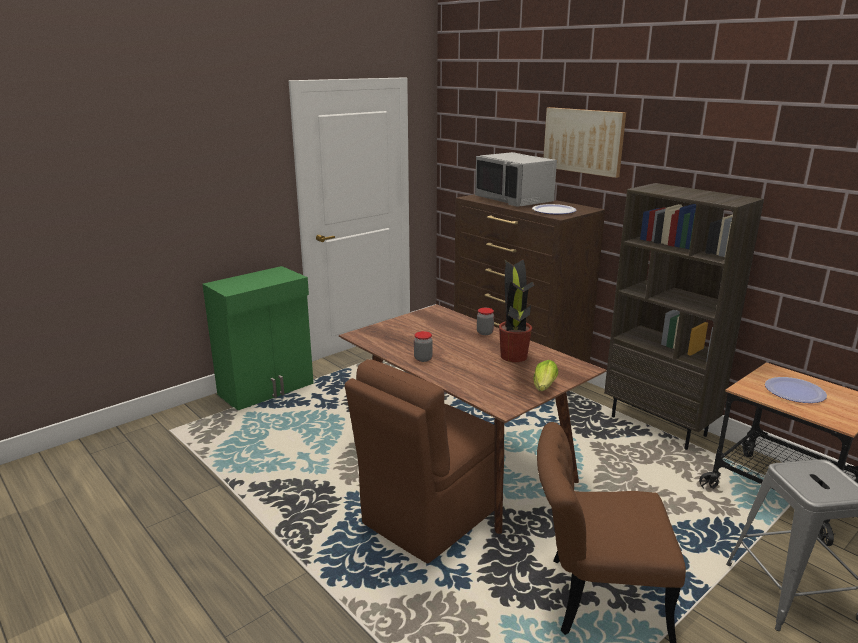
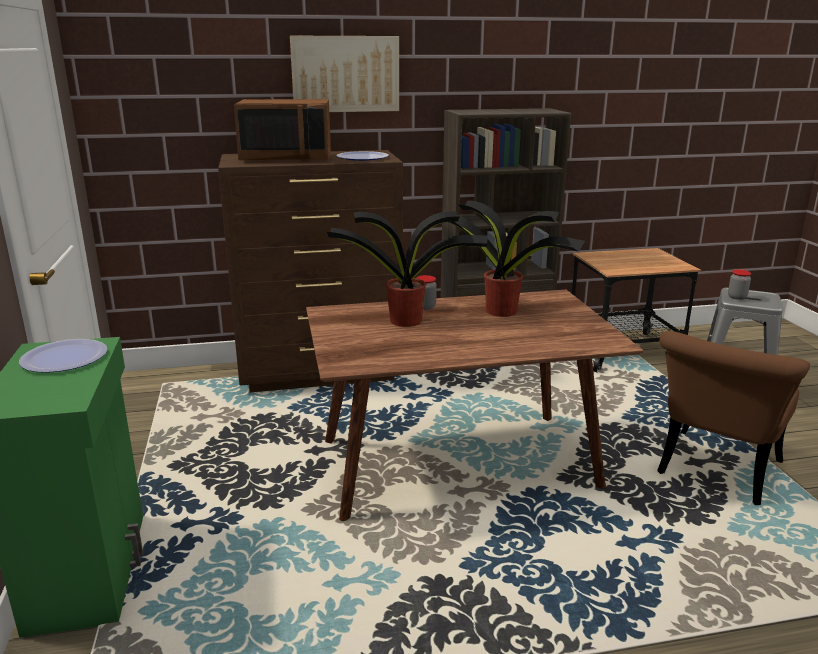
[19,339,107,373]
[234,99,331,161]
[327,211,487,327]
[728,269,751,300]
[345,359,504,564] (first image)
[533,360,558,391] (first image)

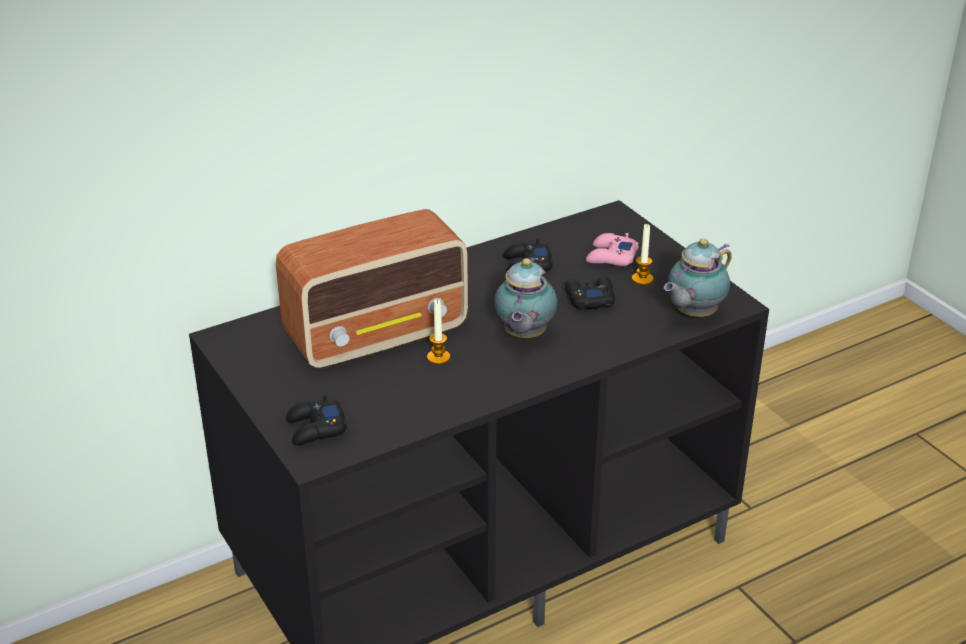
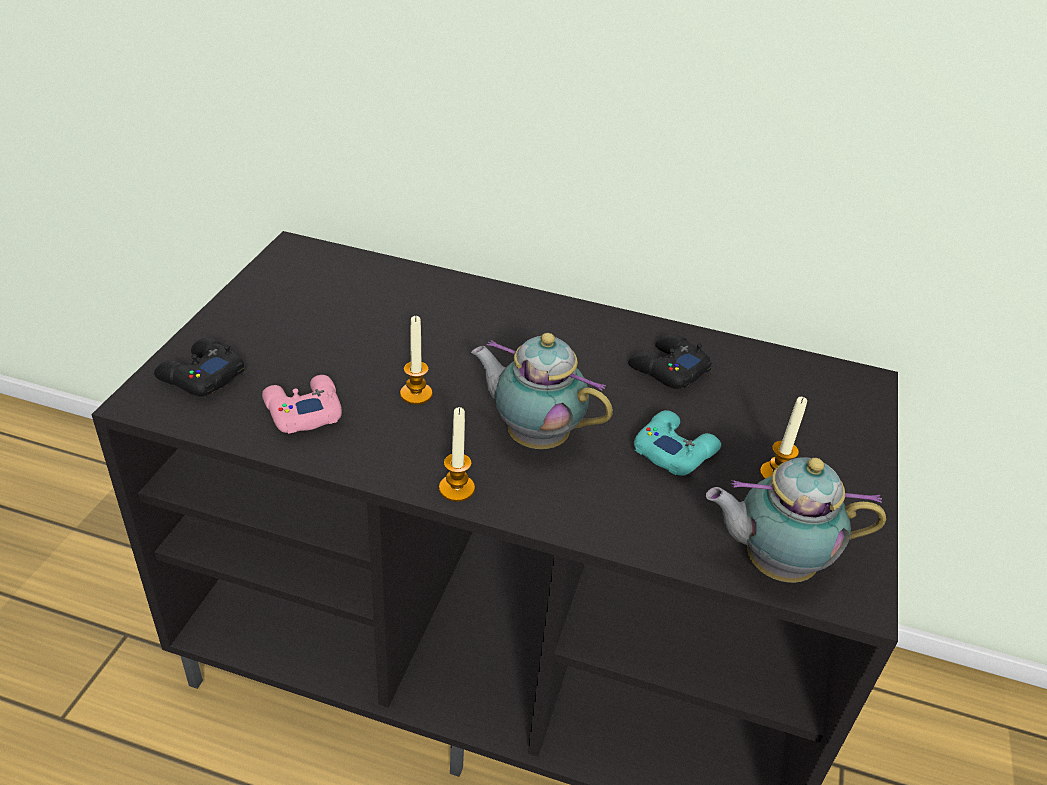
[262,375,342,434]
[439,407,475,502]
[471,333,613,449]
[634,410,721,476]
[276,209,468,369] (first image)

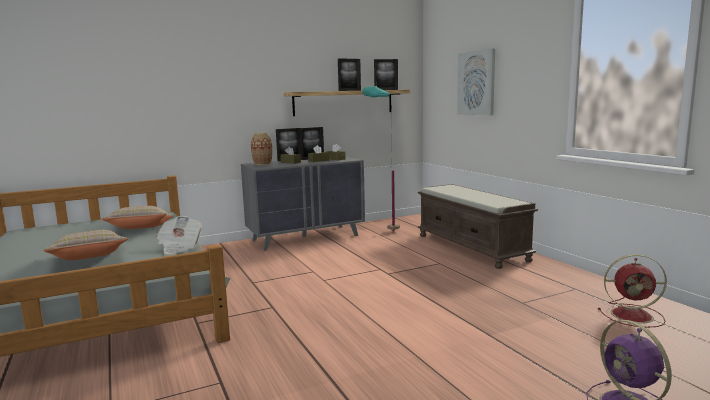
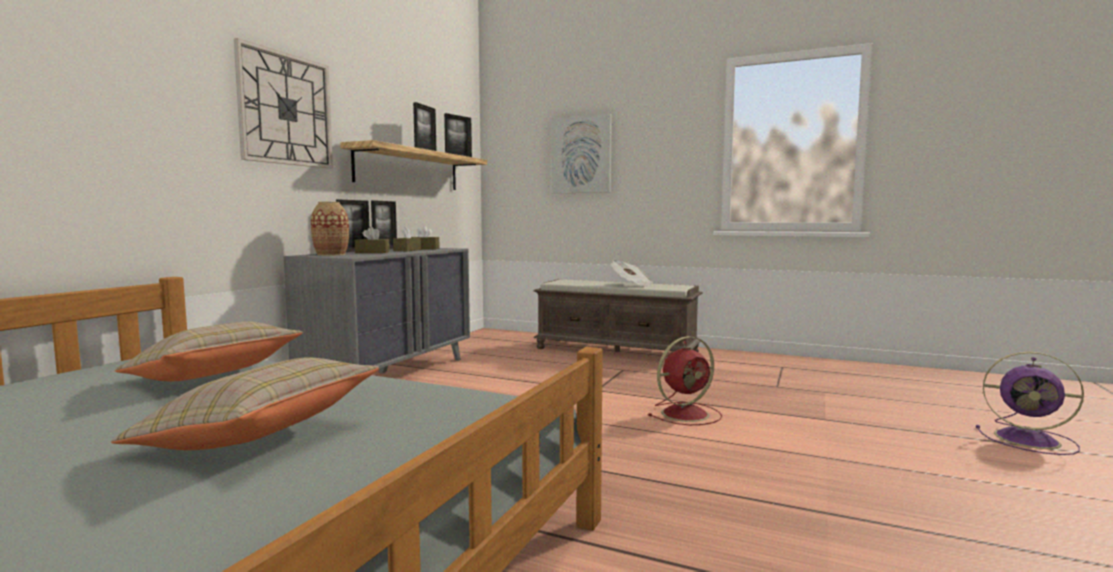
[234,38,333,169]
[610,260,653,288]
[648,336,722,425]
[362,86,400,232] (first image)

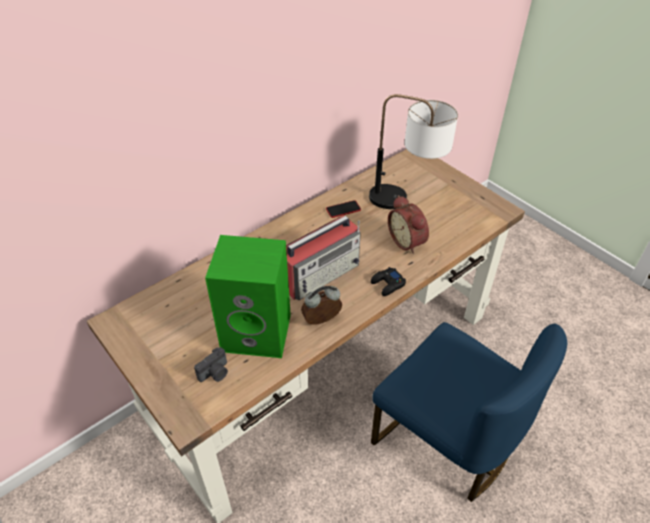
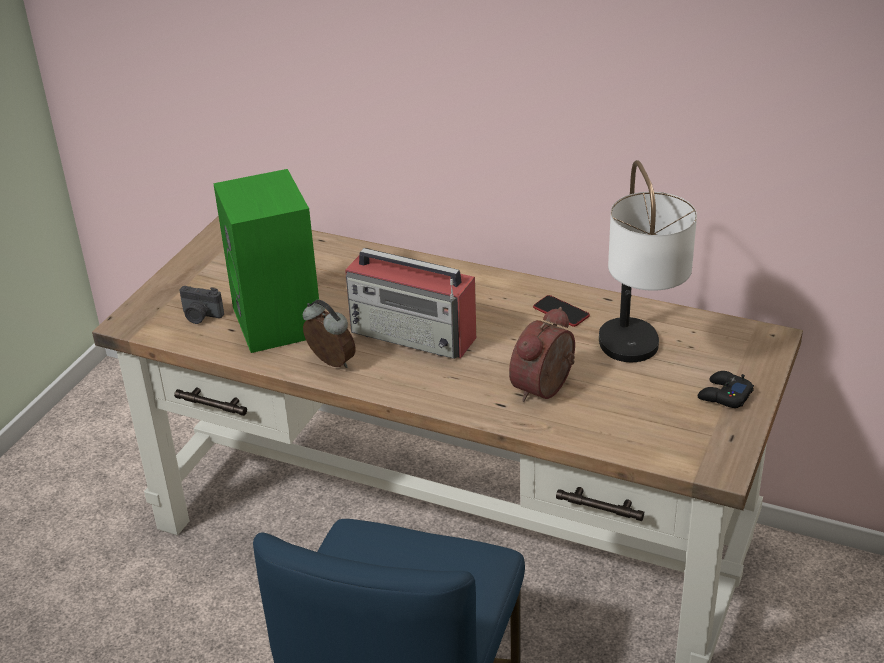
[697,371,754,408]

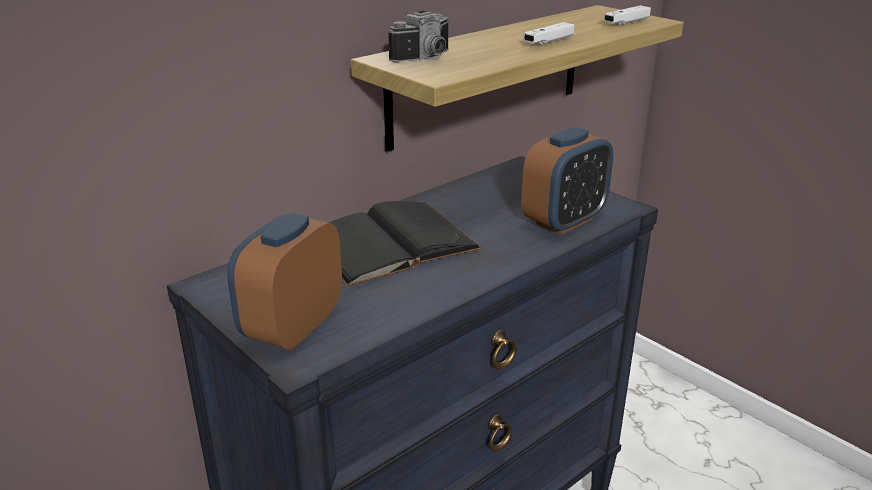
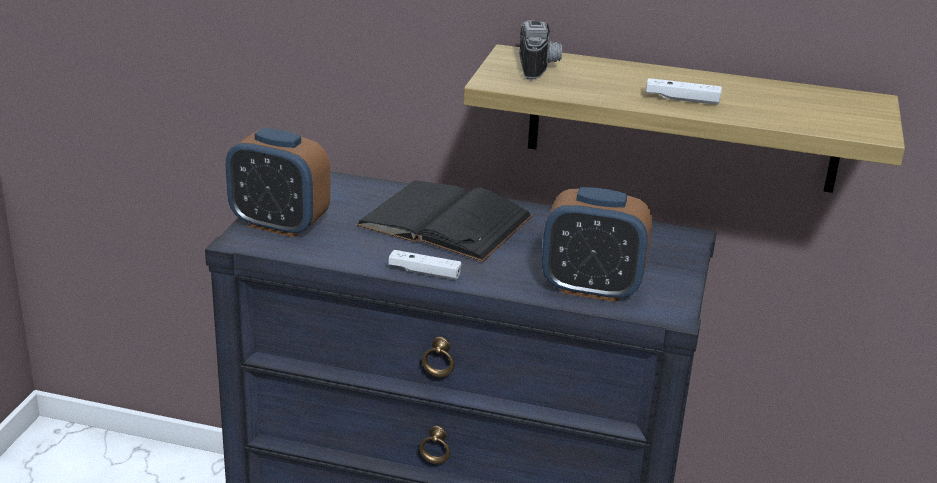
[226,128,330,237]
[388,250,461,280]
[519,20,562,79]

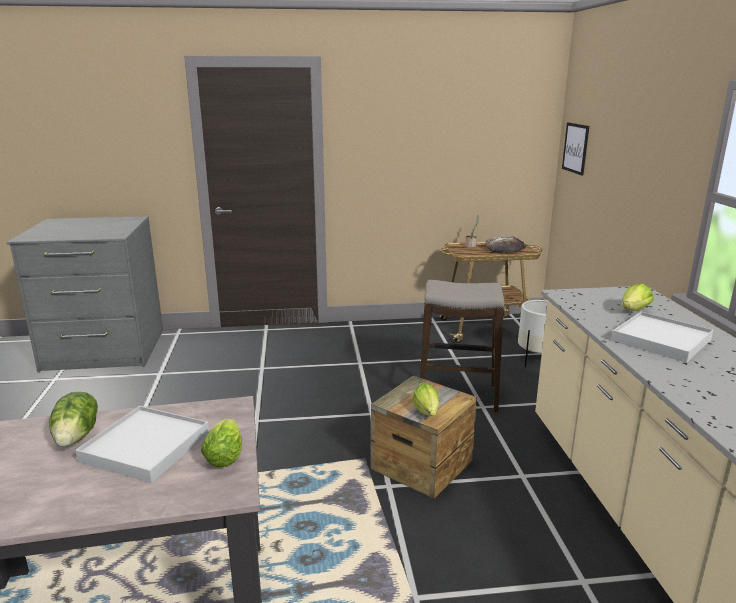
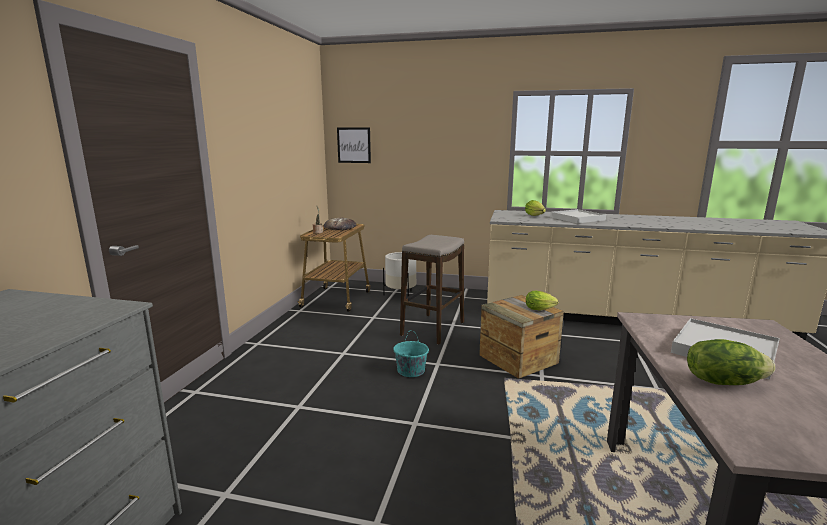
[393,330,429,377]
[201,419,242,467] (first image)

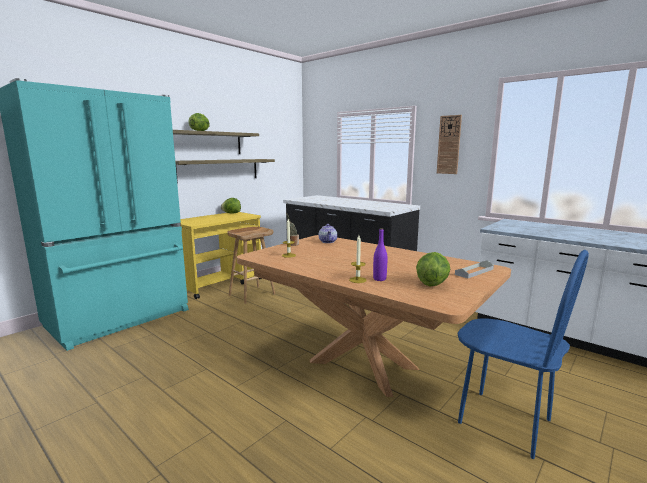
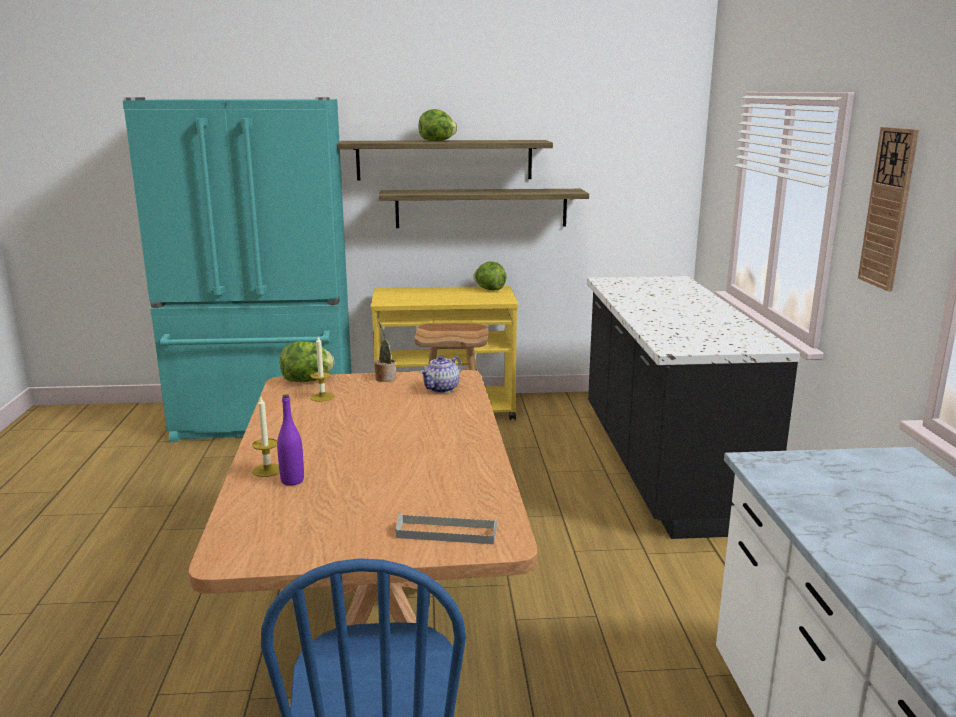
[280,341,334,382]

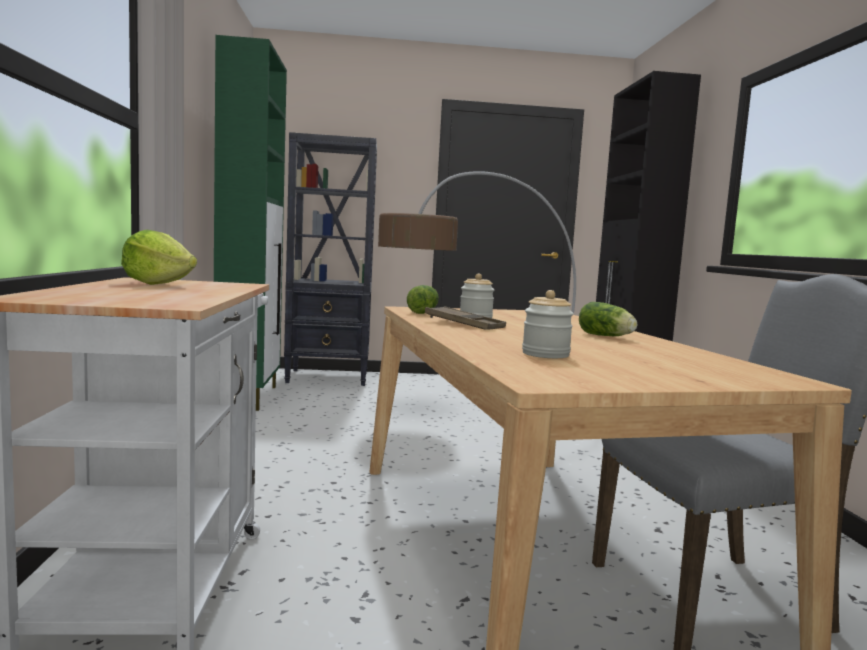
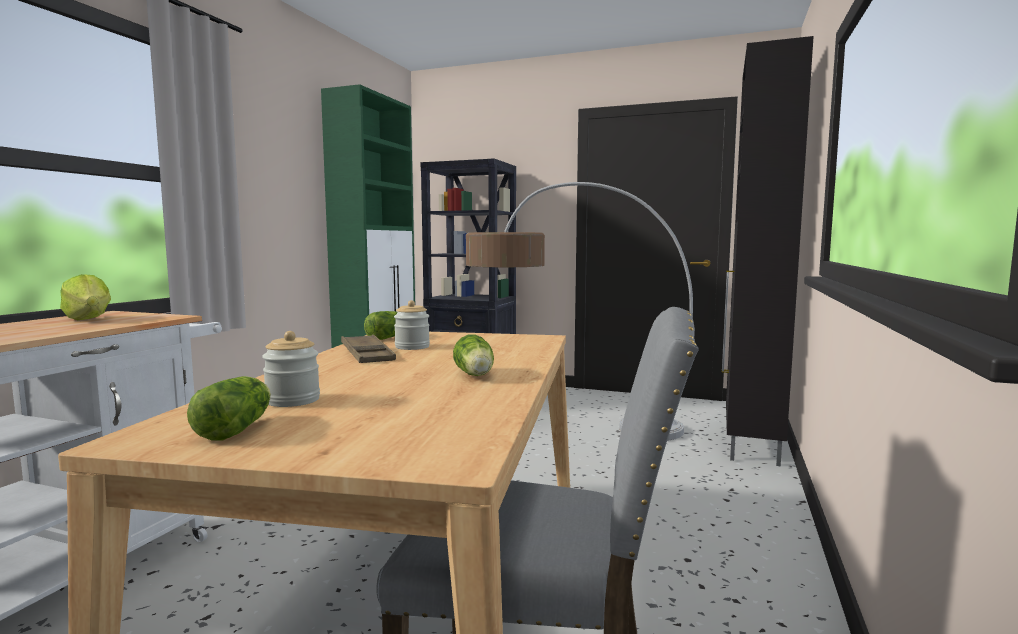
[187,376,271,441]

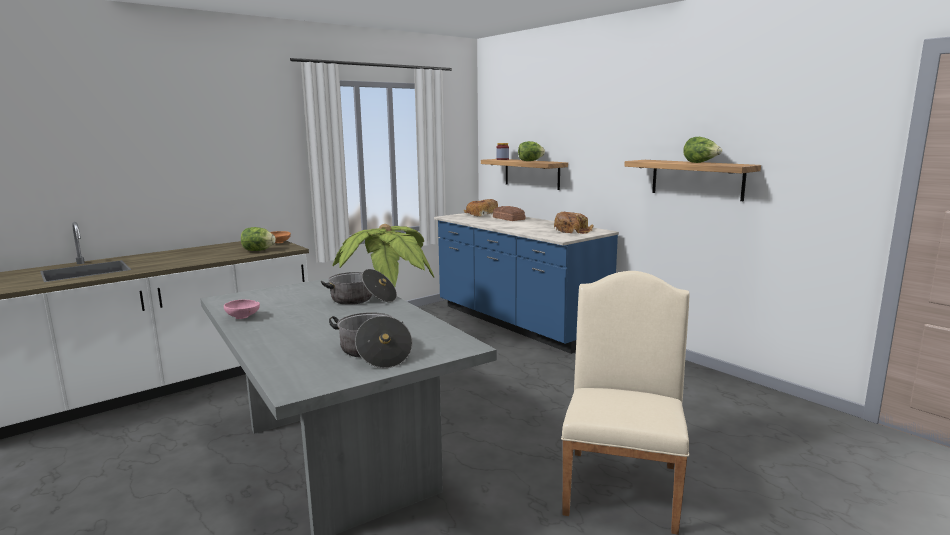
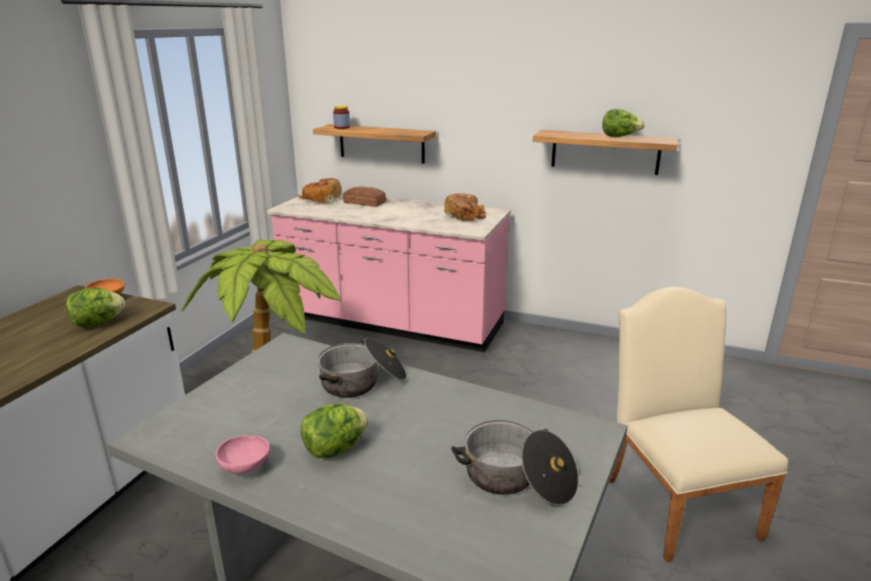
[267,192,511,353]
[300,403,368,458]

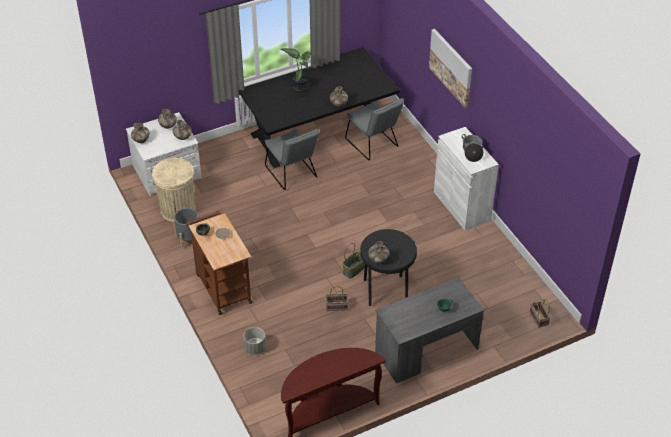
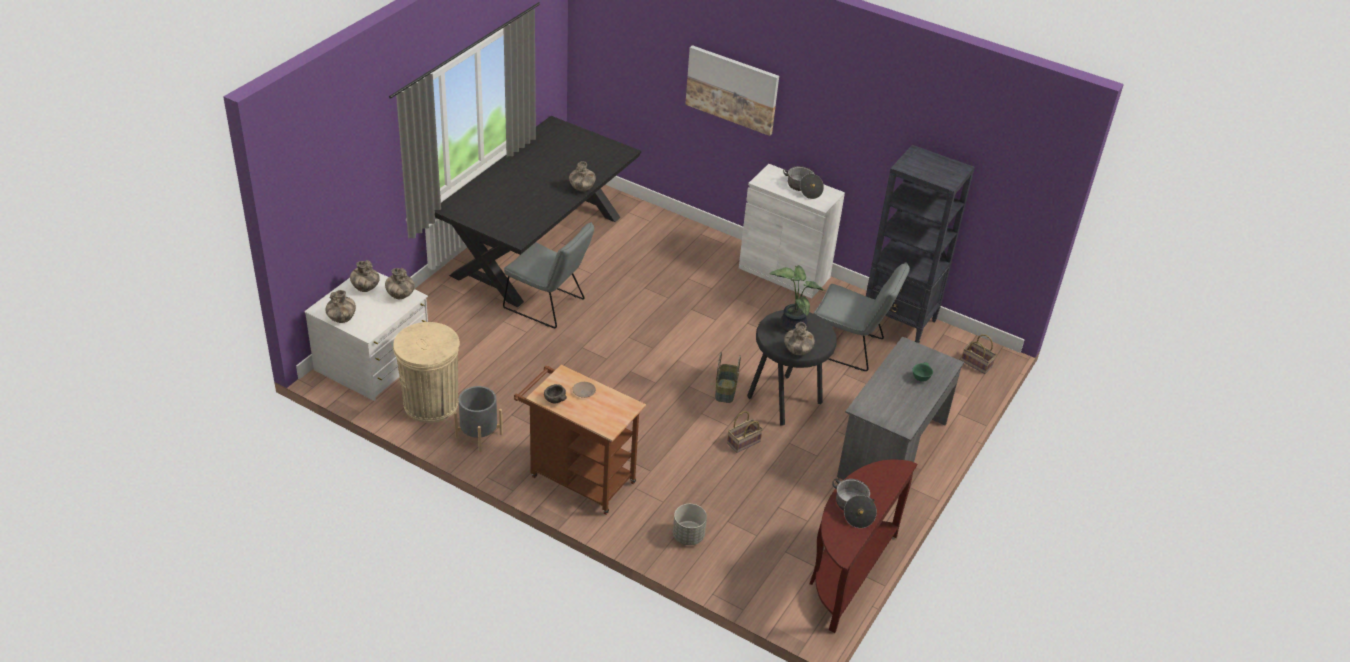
[770,265,825,332]
[814,262,910,371]
[832,479,877,528]
[866,145,975,343]

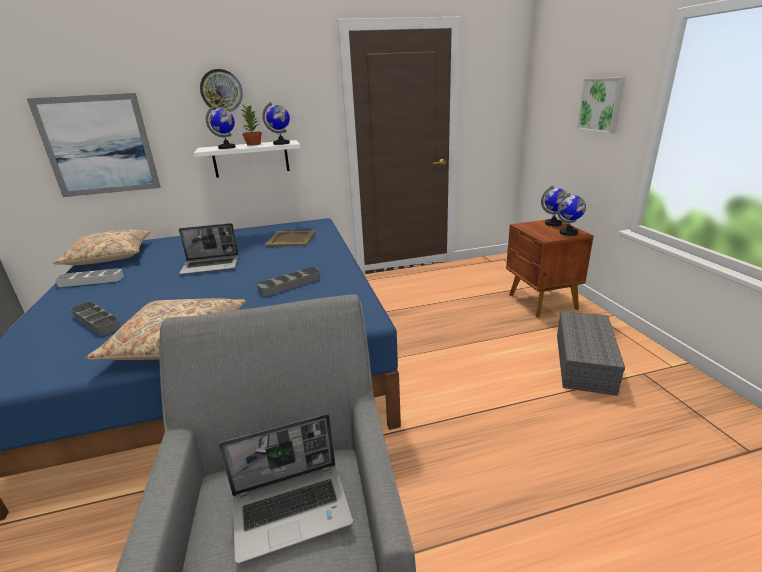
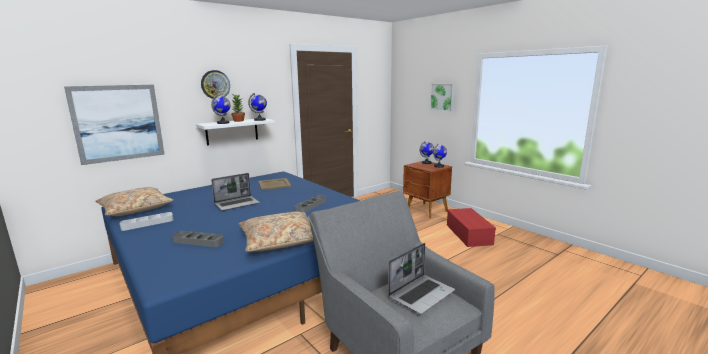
[447,208,496,247]

